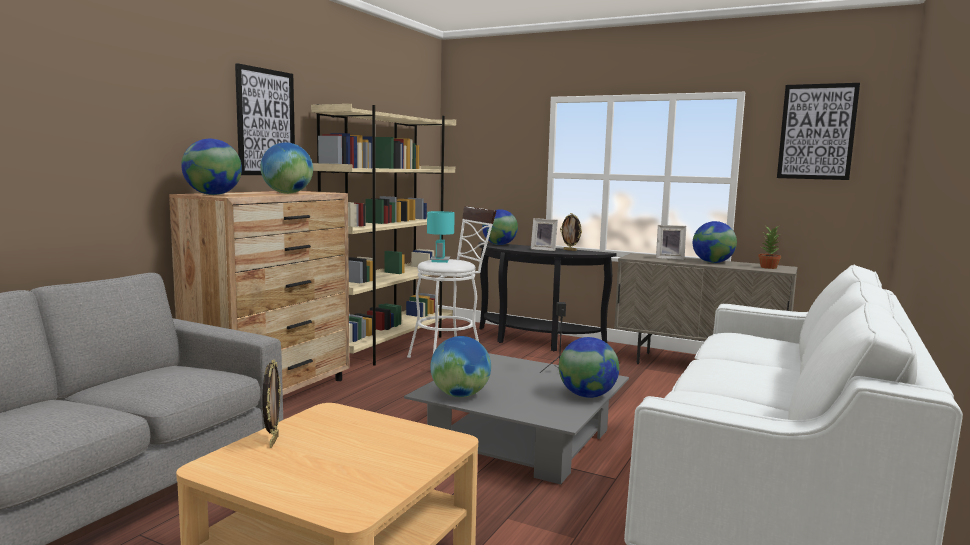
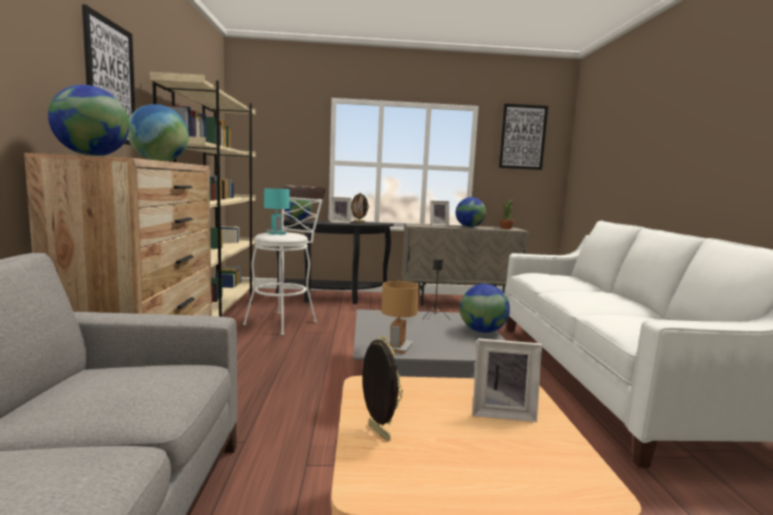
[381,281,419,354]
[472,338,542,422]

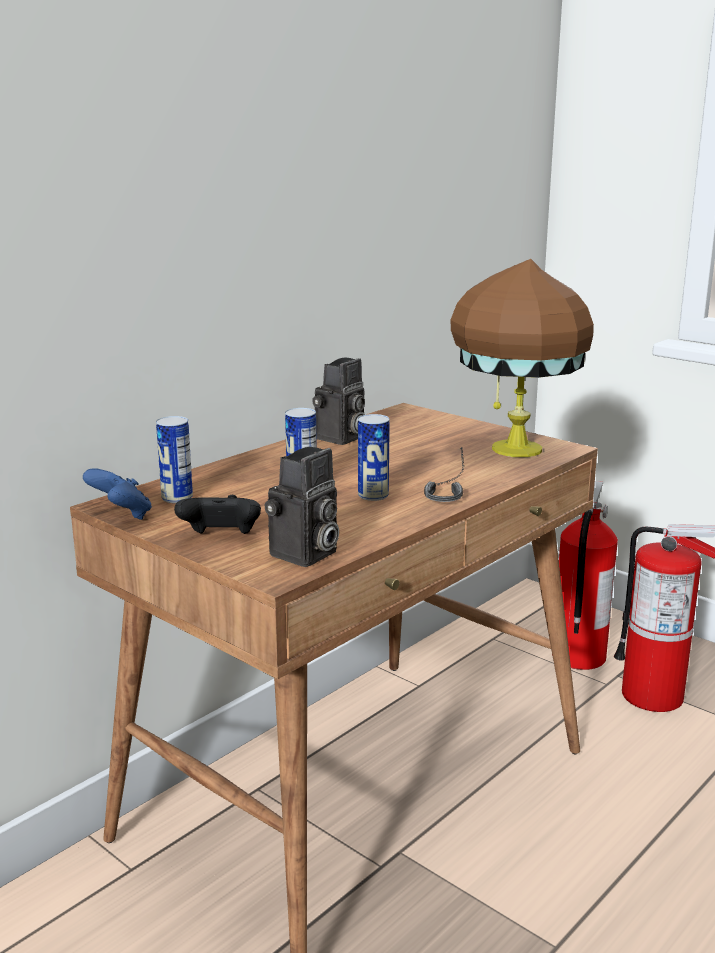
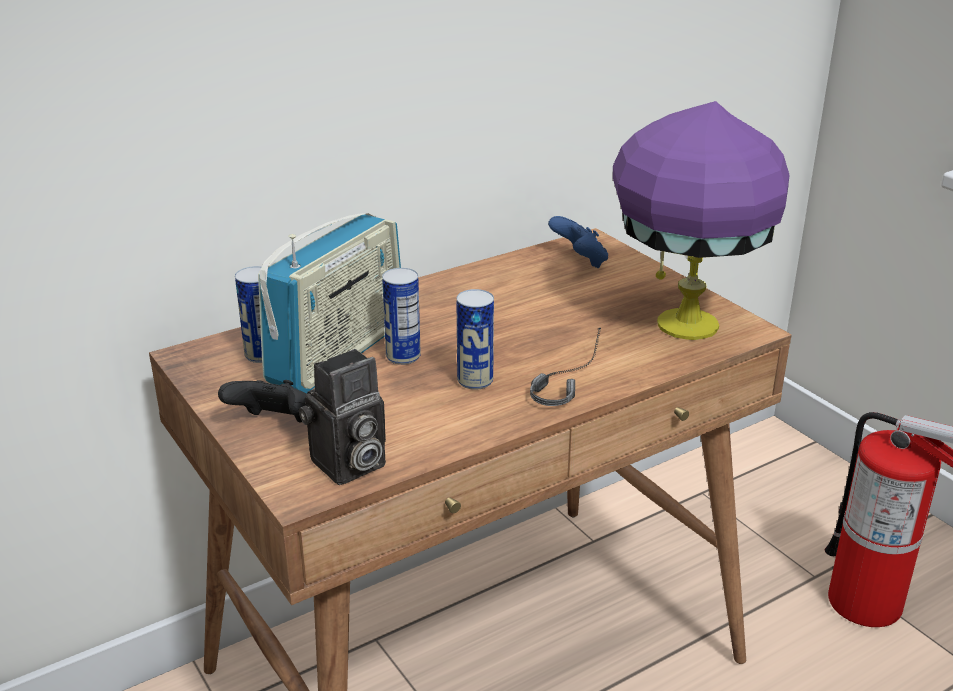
[258,213,401,394]
[548,216,608,268]
[613,101,789,340]
[312,357,365,445] (first image)
[559,481,618,670] (first image)

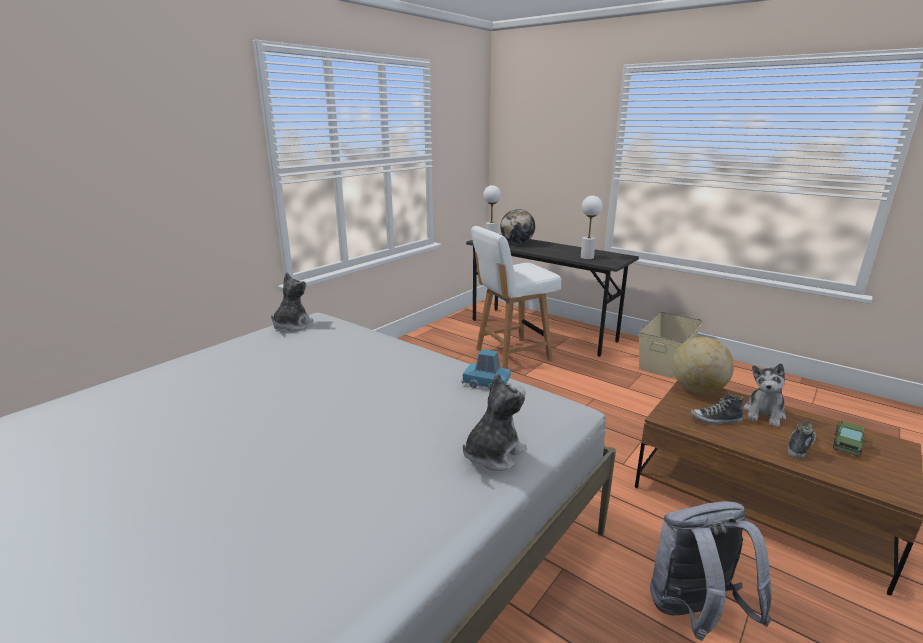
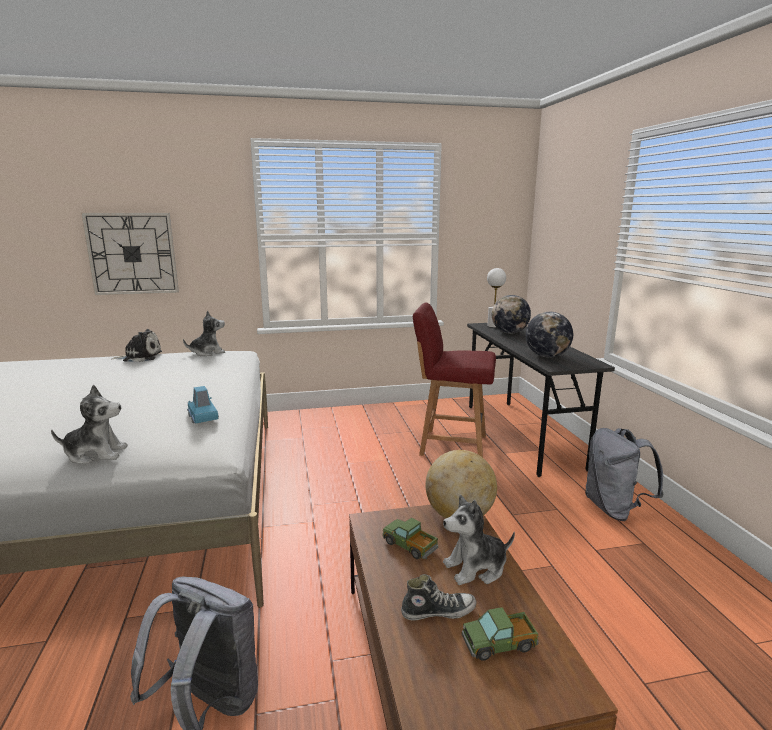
[81,213,179,295]
[112,329,162,362]
[382,518,438,559]
[413,303,496,458]
[526,312,573,358]
[585,428,663,521]

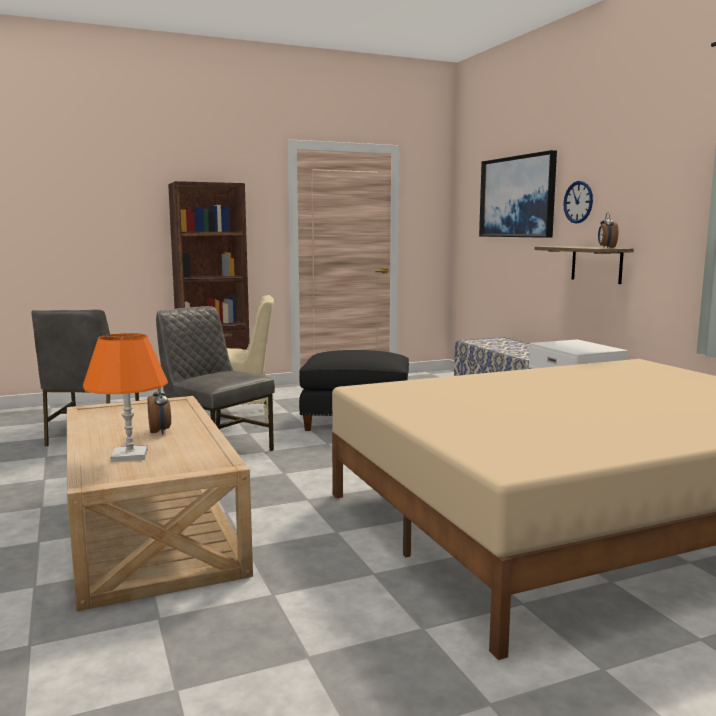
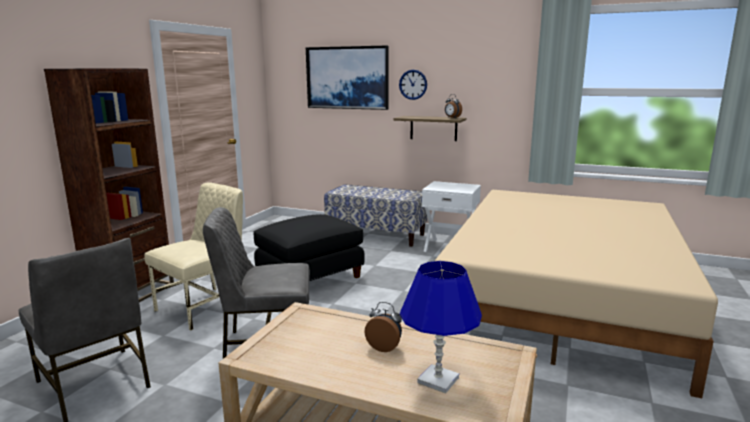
[400,261,482,394]

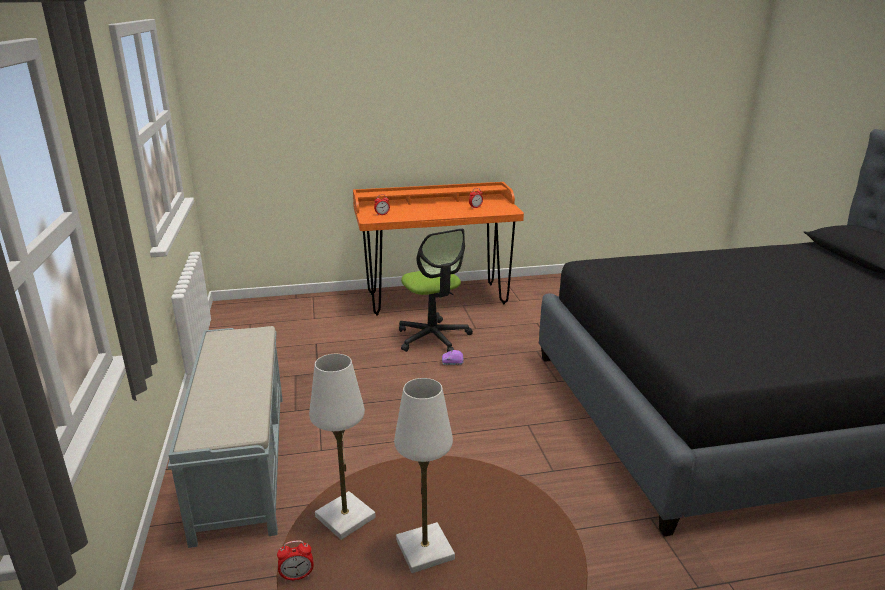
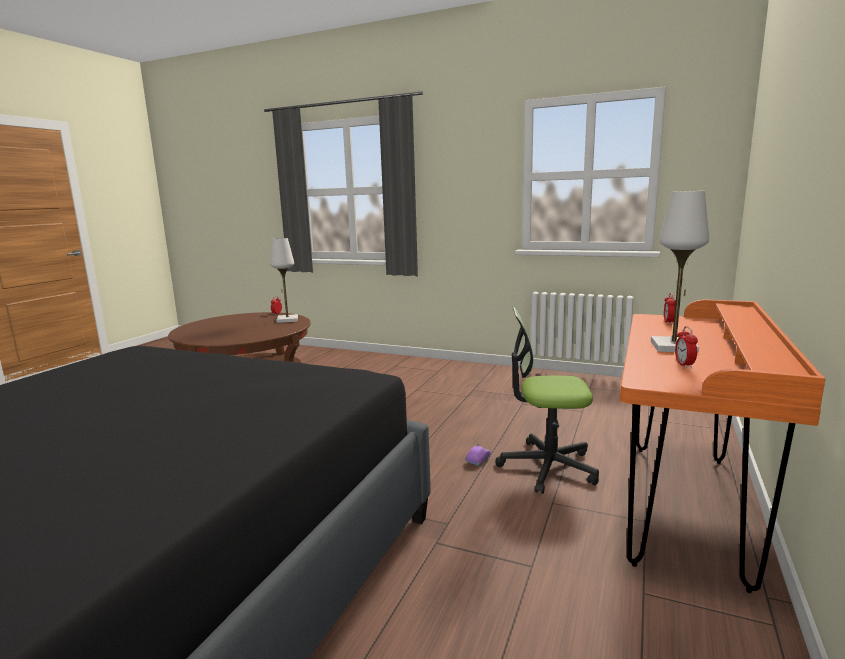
[651,191,709,353]
[168,326,282,548] (first image)

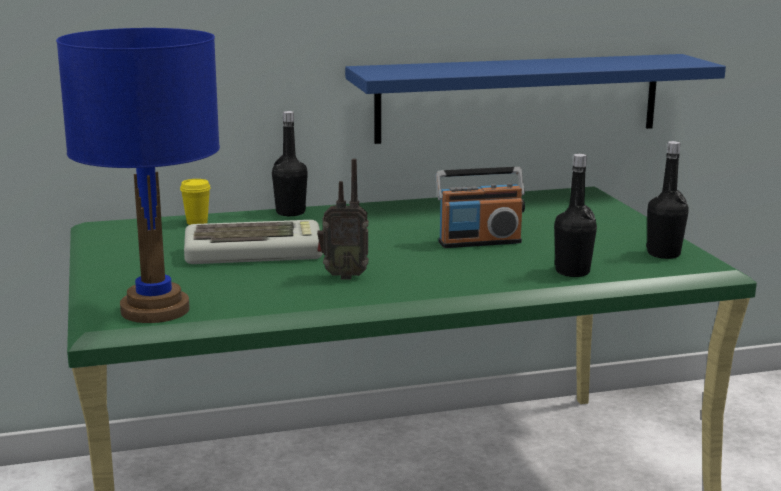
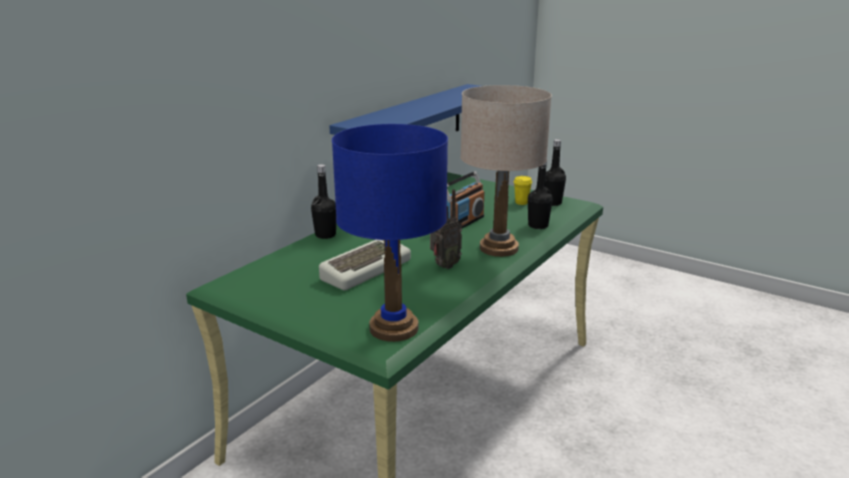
[460,85,552,257]
[514,176,532,205]

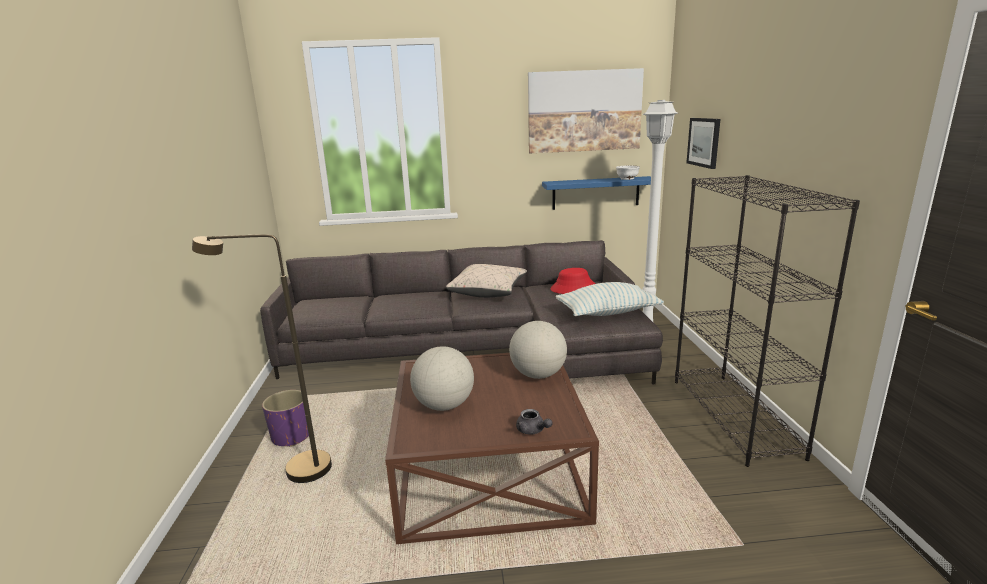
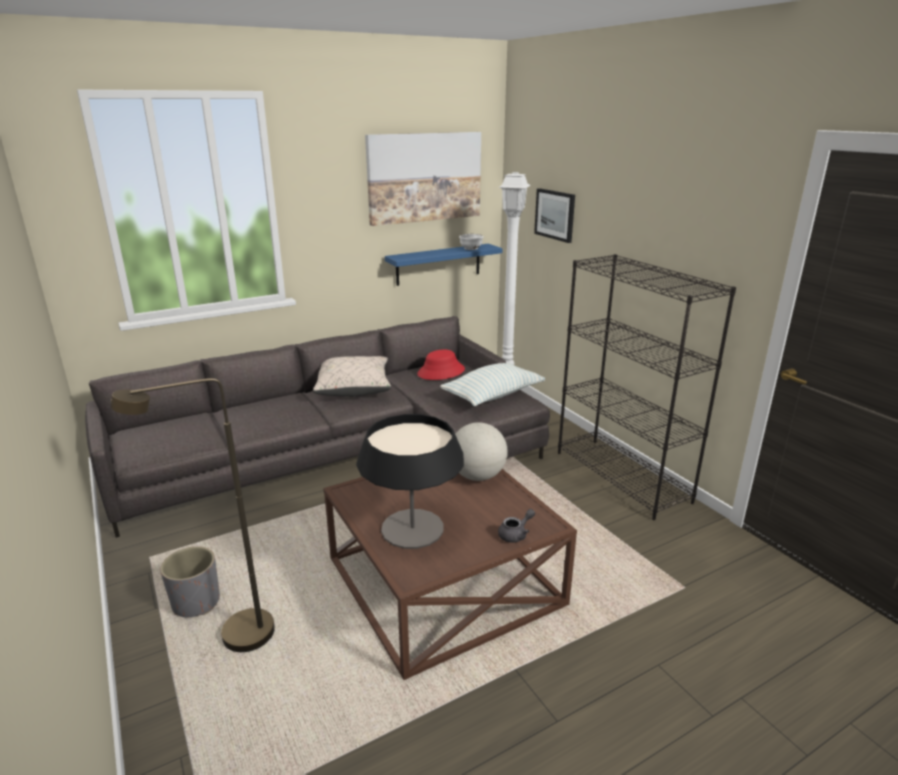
[160,546,220,617]
[356,414,464,549]
[498,509,535,543]

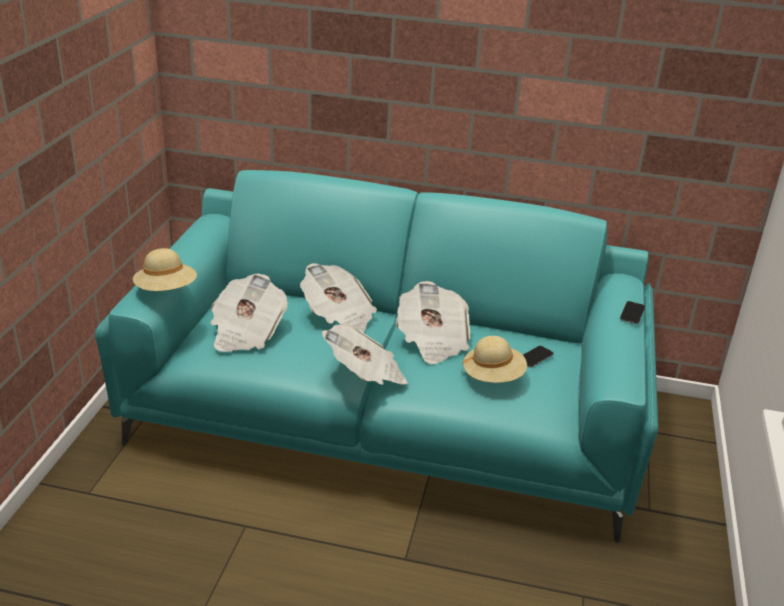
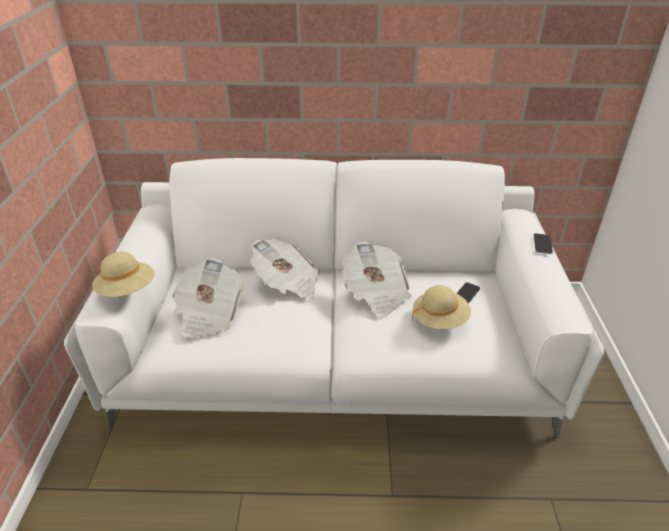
[64,158,604,439]
[322,325,408,385] (first image)

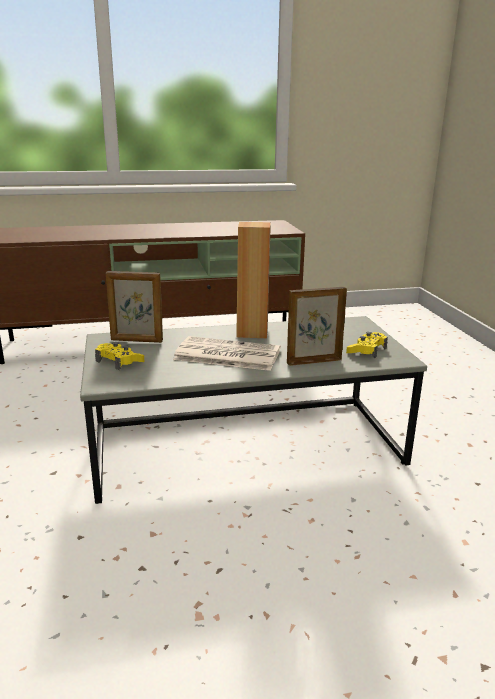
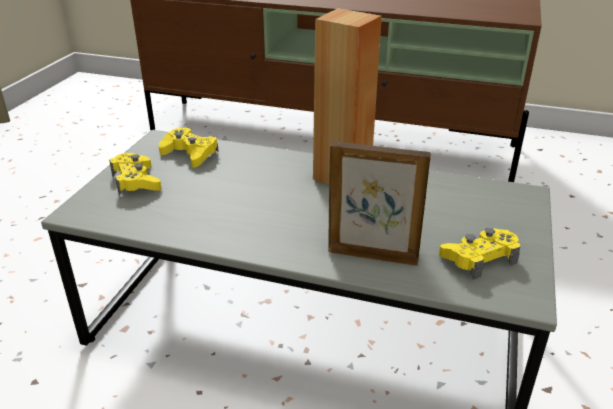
[159,128,218,168]
[173,336,281,371] (first image)

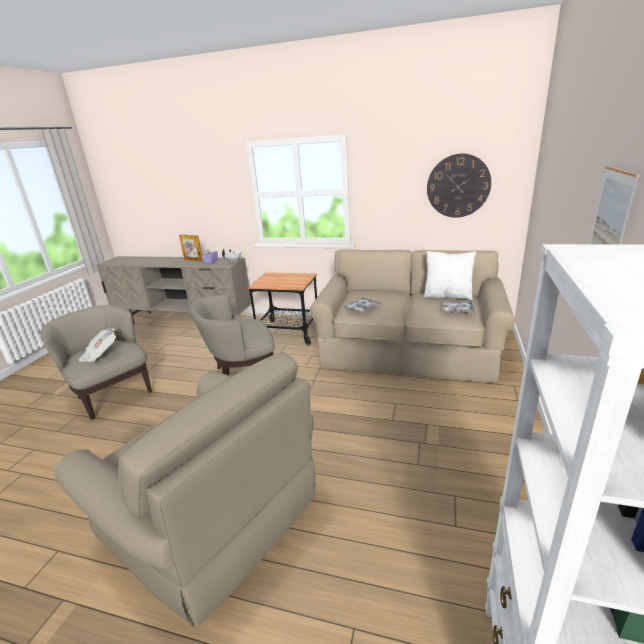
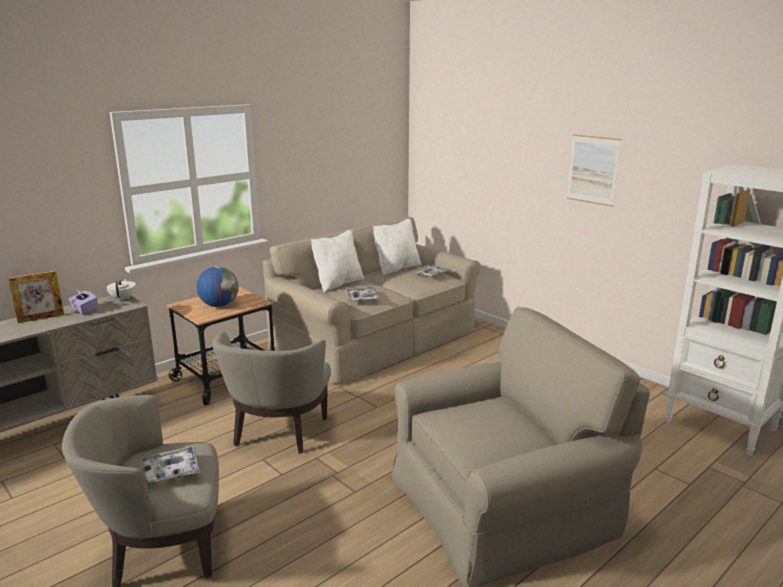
[141,446,200,484]
[196,266,239,307]
[311,230,364,293]
[427,153,491,218] (first image)

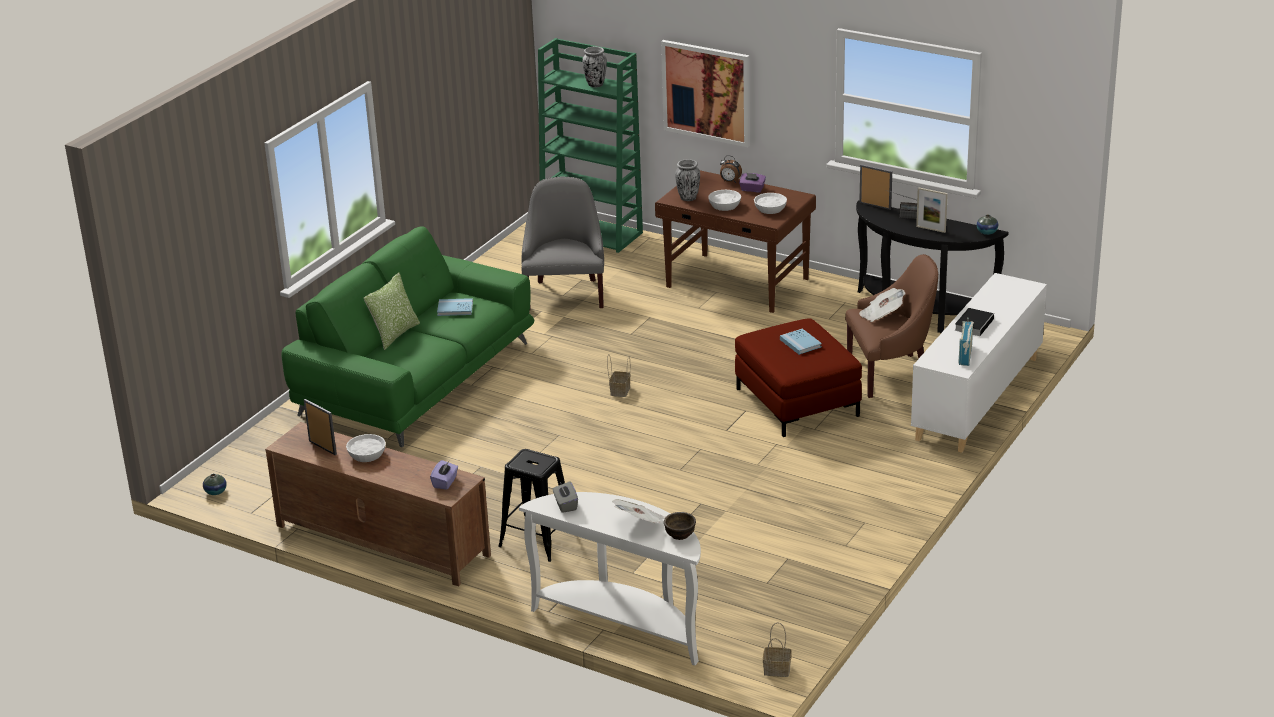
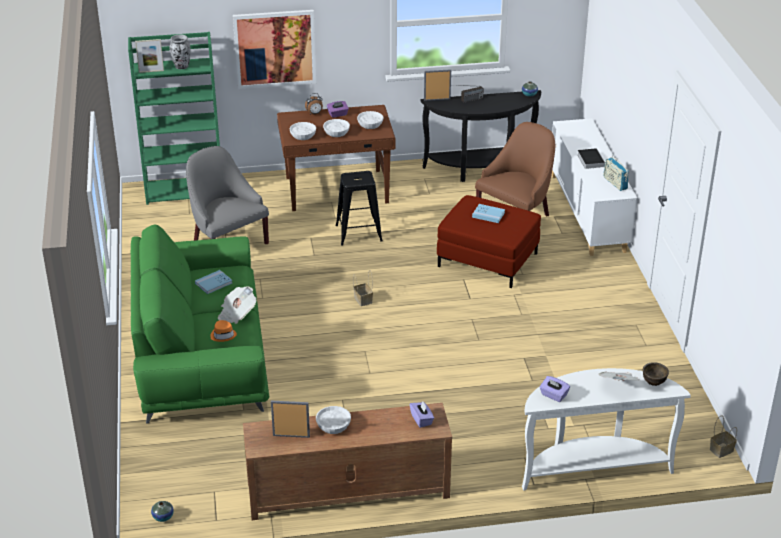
[135,39,164,73]
[210,320,237,342]
[218,286,256,324]
[289,122,316,140]
[335,171,383,246]
[540,376,570,402]
[364,272,420,350] (first image)

